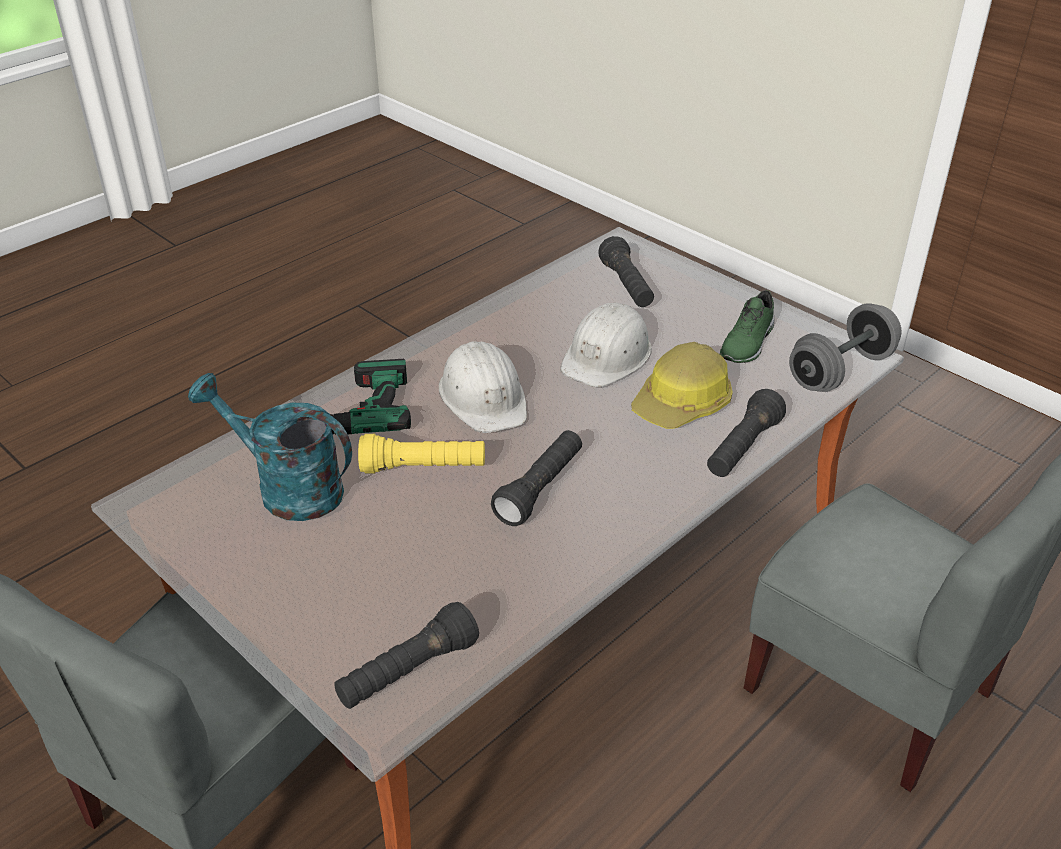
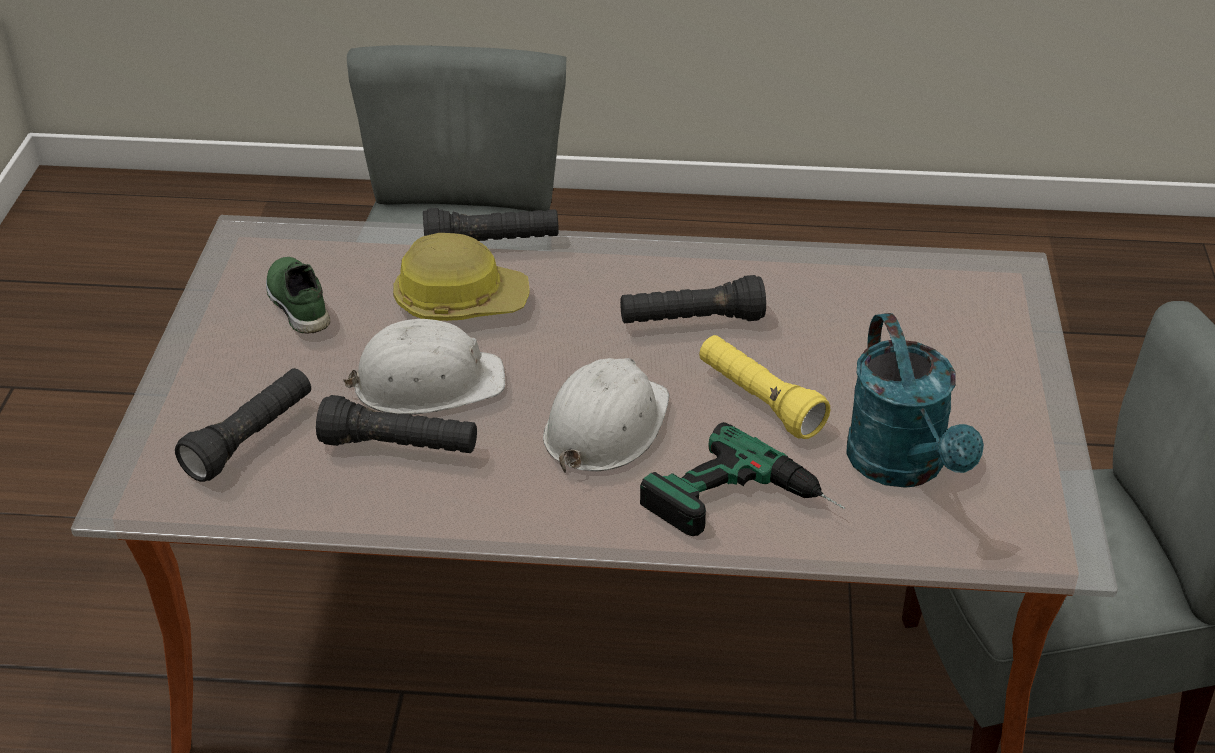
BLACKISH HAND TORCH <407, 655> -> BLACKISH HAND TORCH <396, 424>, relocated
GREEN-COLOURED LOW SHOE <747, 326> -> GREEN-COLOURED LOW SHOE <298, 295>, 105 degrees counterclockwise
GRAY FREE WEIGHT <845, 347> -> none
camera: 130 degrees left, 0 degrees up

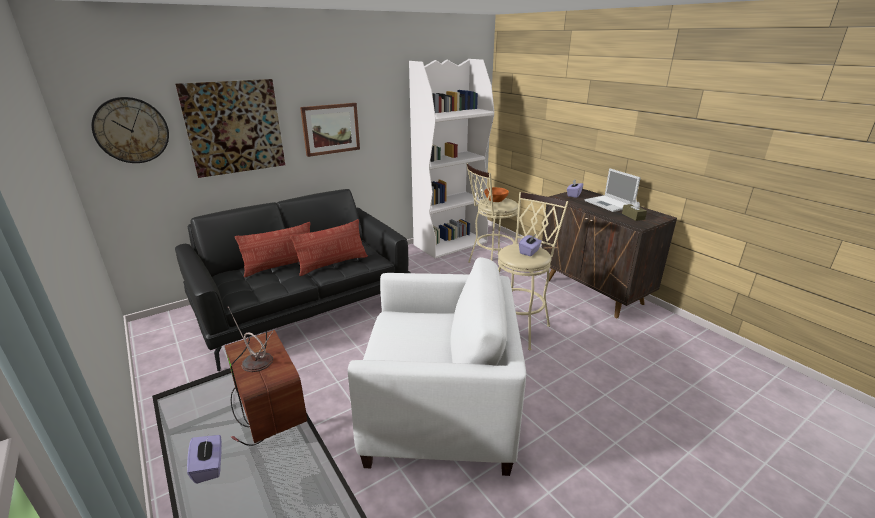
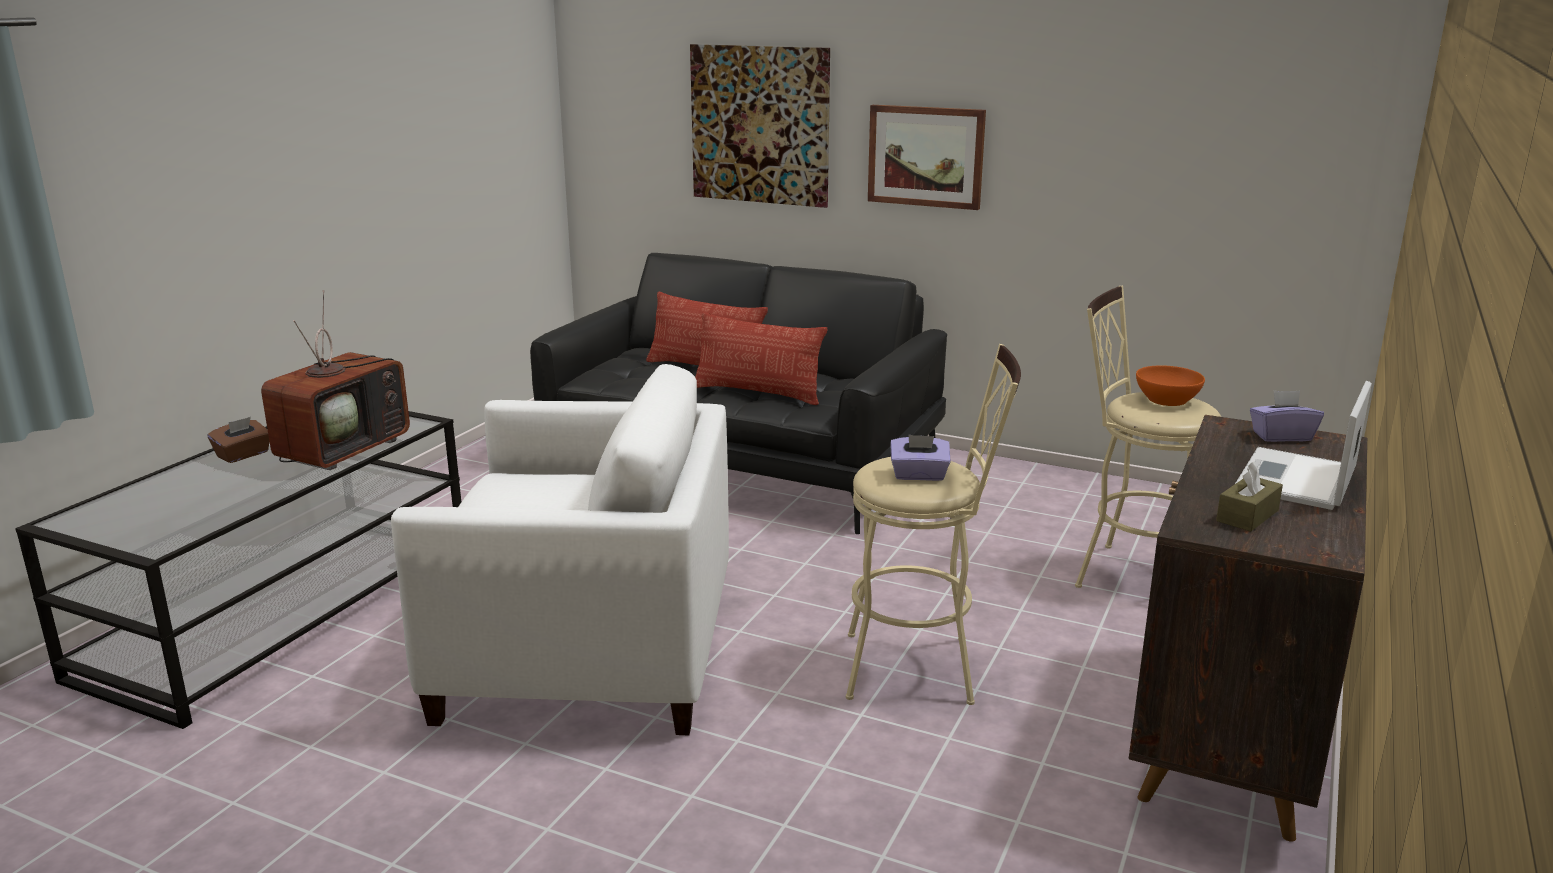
CLOCK ON THE WALL <130, 130> -> none
PURPLE-COLOURED TISSUE HOLDER <204, 459> -> BROWNISH TISSUE HOLDER <239, 440>
WHITE LOUNGE CHAIR <437, 366> -> WHITE LOUNGE CHAIR <560, 549>, 60 degrees counterclockwise
WHITE BOOKCASE <451, 158> -> none
camera: 60 degrees right, 5 degrees down

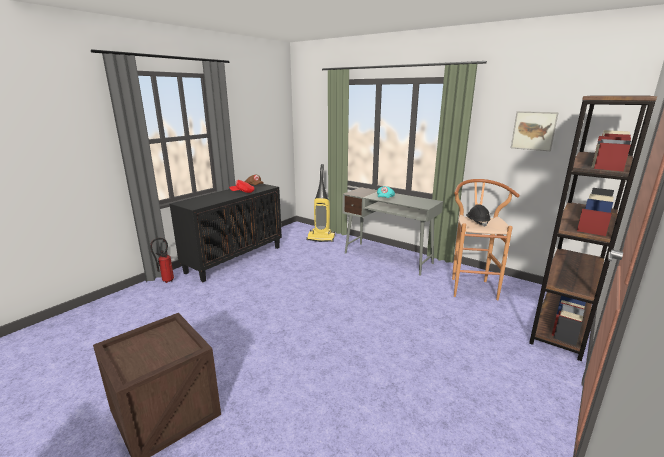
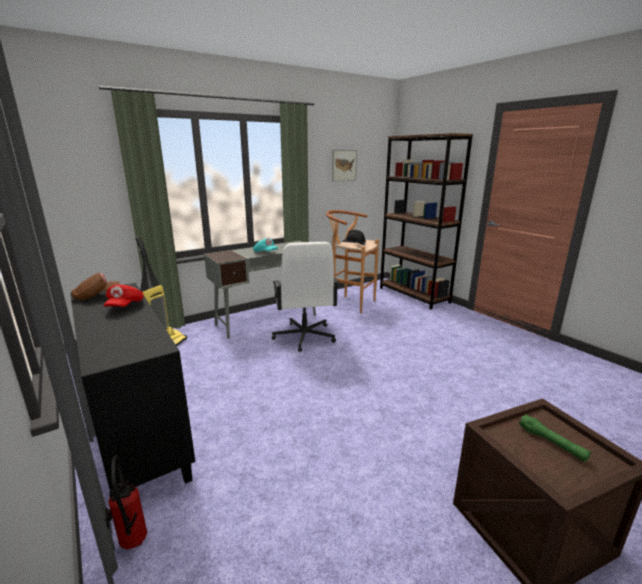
none -> WHITE COMPUTER CHAIR <305, 297>
none -> GREEN-COLOURED HAND TORCH <555, 438>
camera: 70 degrees left, 0 degrees up

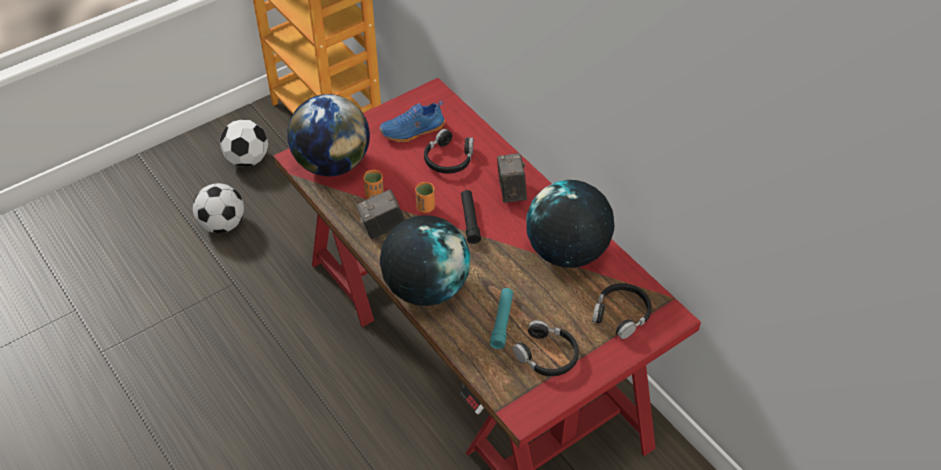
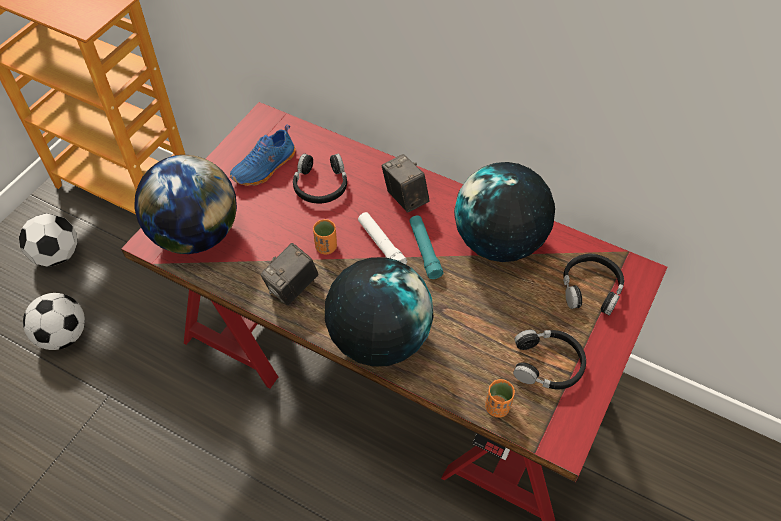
ORANGE-COLOURED DRINKING CUP <373, 184> -> ORANGE-COLOURED DRINKING CUP <500, 398>, relocated
BLACKISH HAND TORCH <471, 217> -> WHITE HAND TORCH <382, 238>
TURQUOISE HAND TORCH <501, 318> -> TURQUOISE HAND TORCH <426, 247>, relocated
camera: 25 degrees left, 5 degrees up

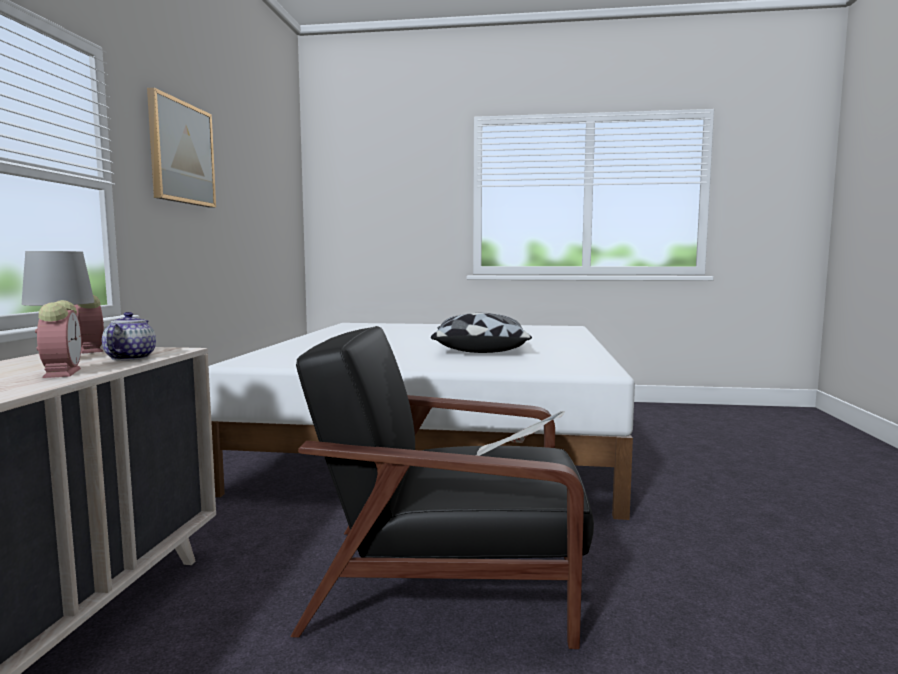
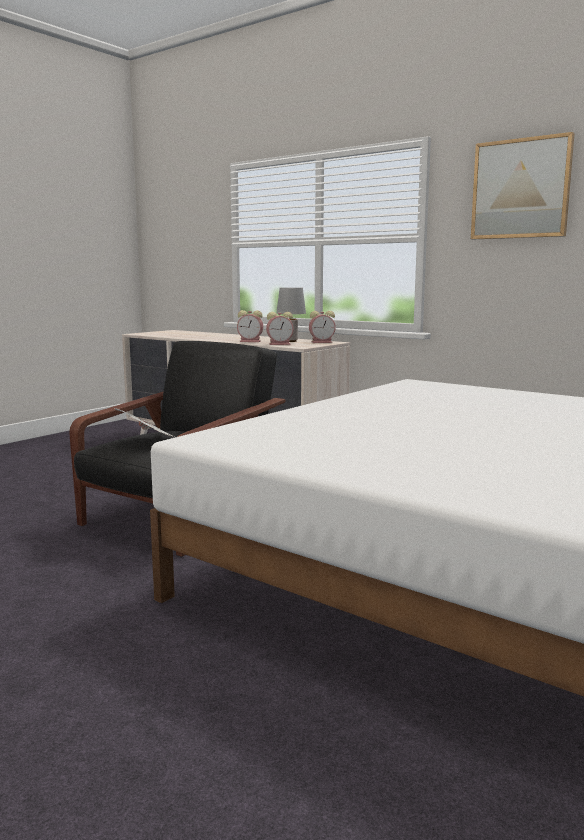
TEAPOT <129, 336> -> BEDSIDE CLOCK <280, 328>
PILLOW <481, 333> -> none
camera: 120 degrees right, 5 degrees up

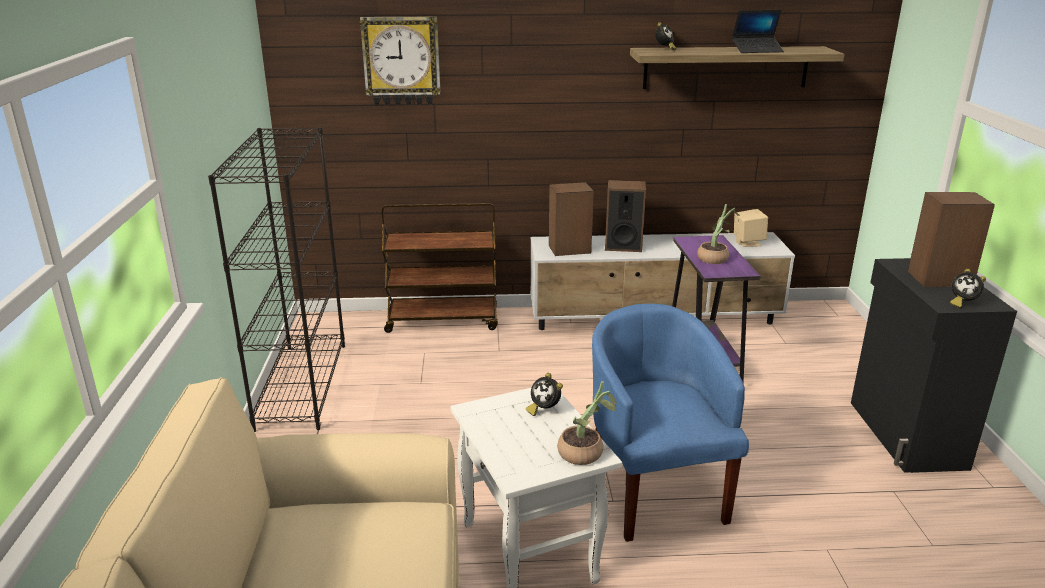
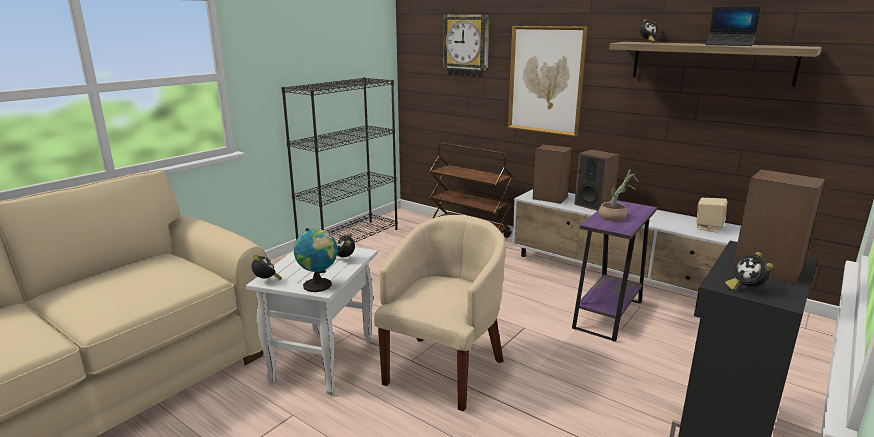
PLANT IN A POT <587, 423> -> WORLD GLOBE <316, 260>
BLUE-COLOURED LOUNGE CHAIR <670, 423> -> BEIGE-COLOURED LOUNGE CHAIR <440, 313>
none -> BEDSIDE CLOCK <267, 267>
none -> WALL ART <547, 81>
camera: 40 degrees right, 5 degrees down

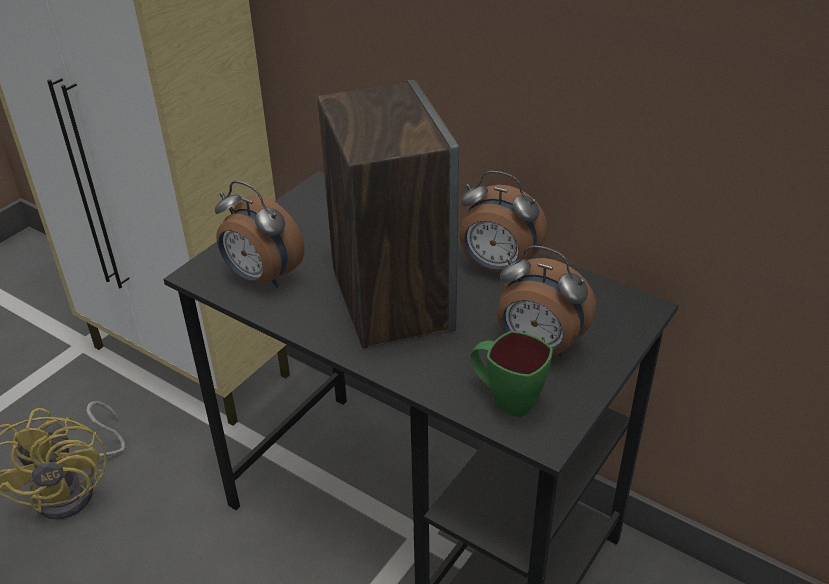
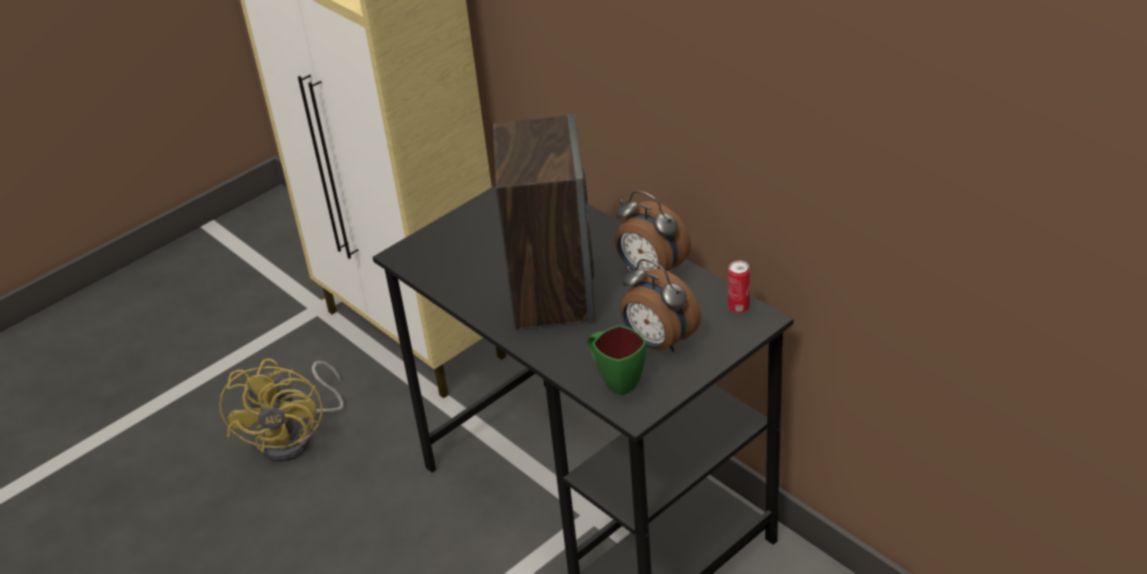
BEDSIDE CLOCK <259, 234> -> none
none -> CAN <739, 287>
camera: 15 degrees right, 0 degrees up

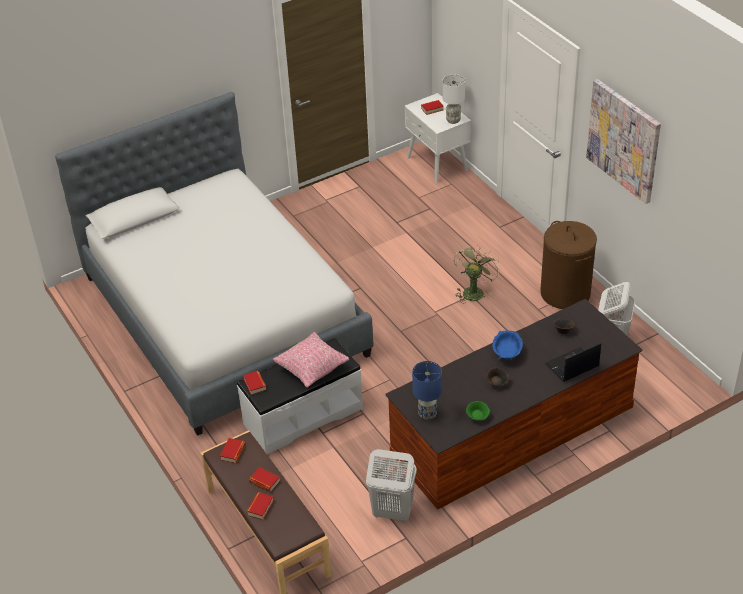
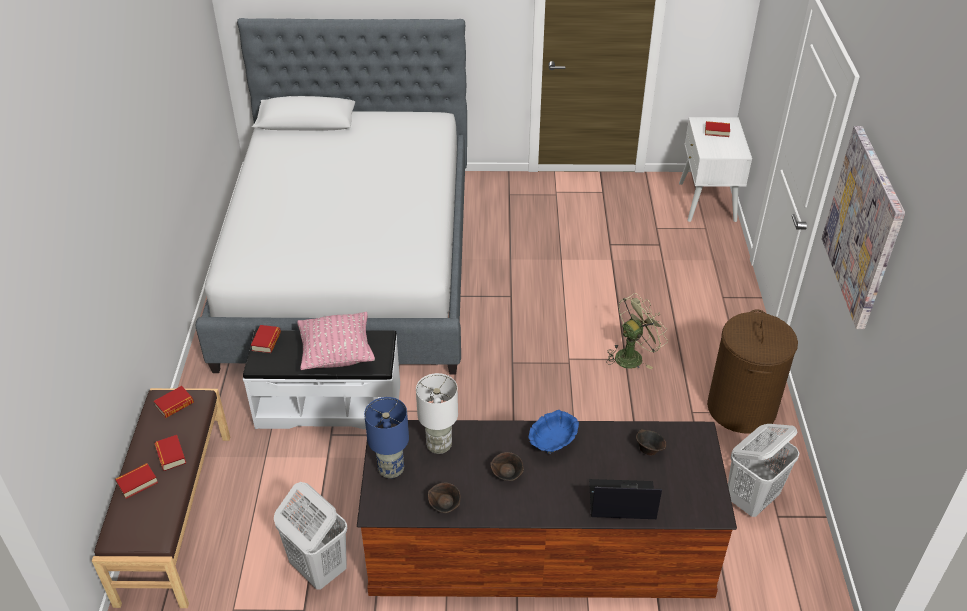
WHITE LAMP FOR A TABLE <453, 99> -> WHITE LAMP FOR A TABLE <437, 413>, relocated
GREEN-COLOURED BOWL <478, 410> -> BROWNISH BOWL <444, 497>
camera: 30 degrees right, 0 degrees up

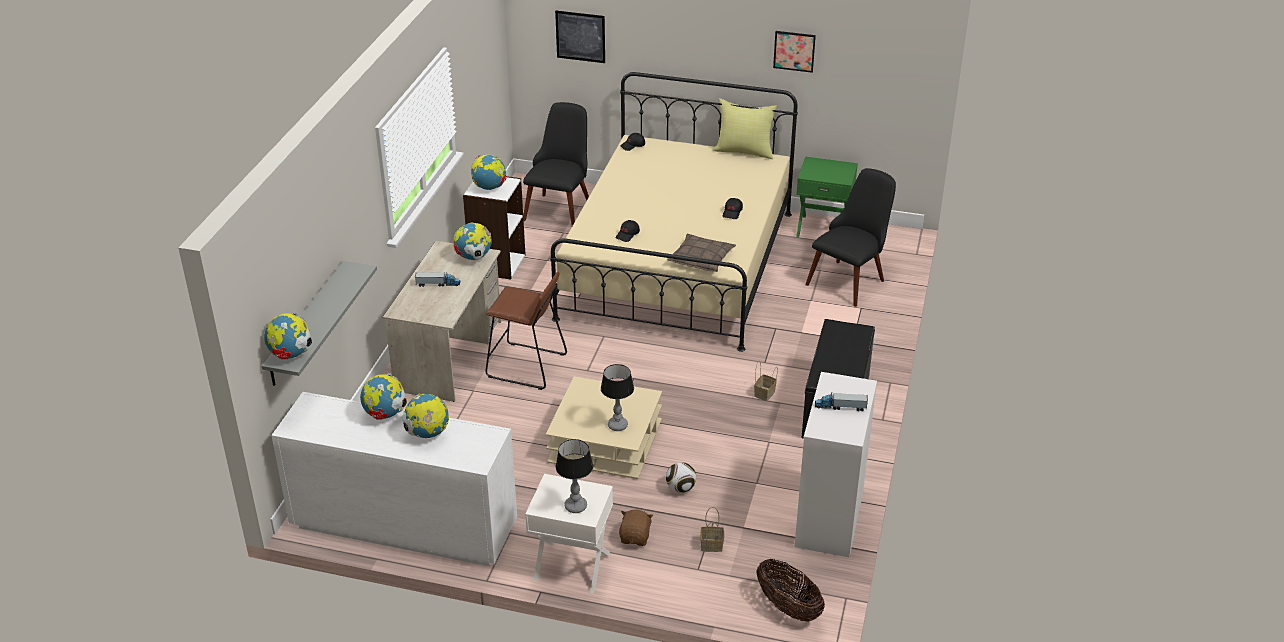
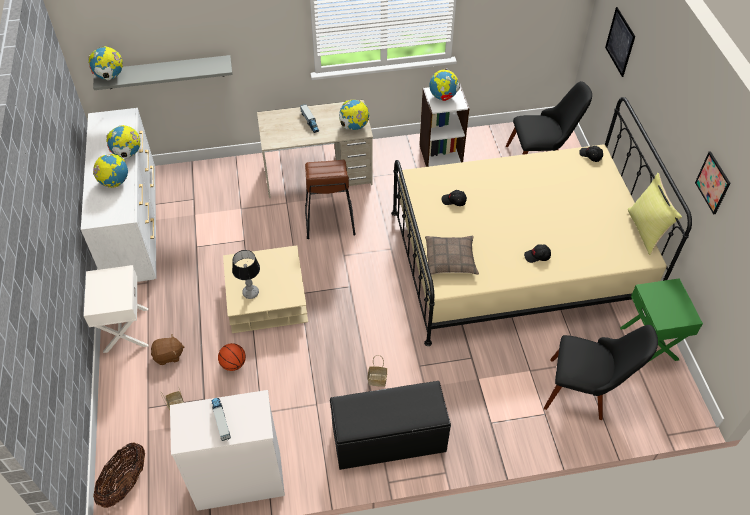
LAMP FOR A TABLE <574, 476> -> none
FOOTBALL <681, 477> -> BALL FOR BASKETBALL <232, 357>
camera: 65 degrees right, 15 degrees up

